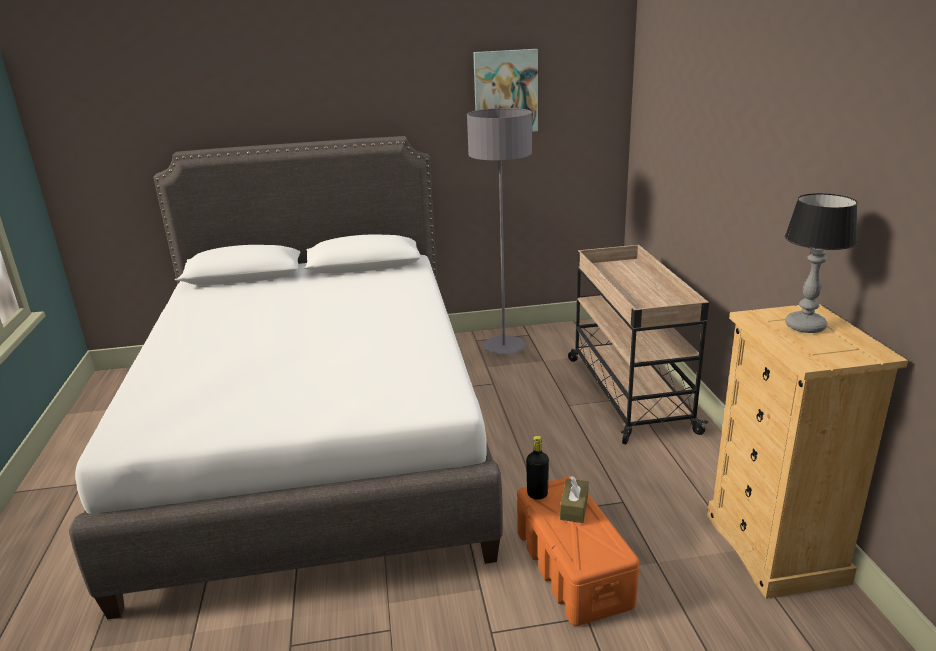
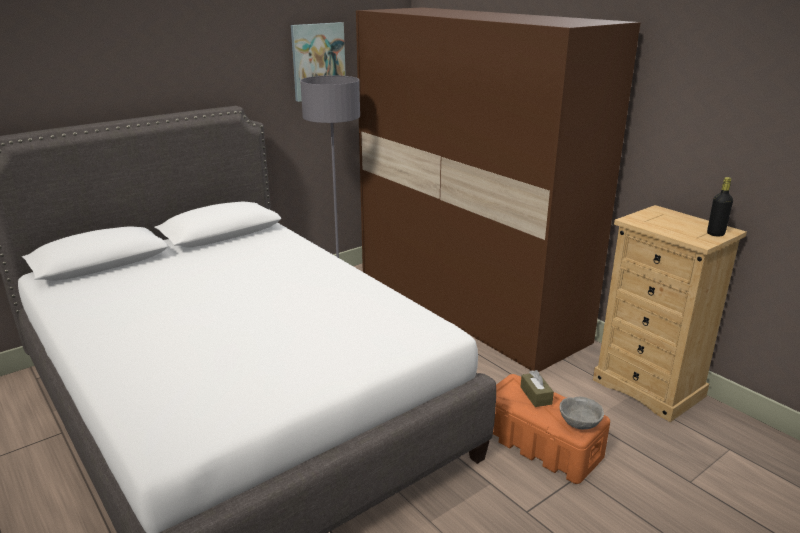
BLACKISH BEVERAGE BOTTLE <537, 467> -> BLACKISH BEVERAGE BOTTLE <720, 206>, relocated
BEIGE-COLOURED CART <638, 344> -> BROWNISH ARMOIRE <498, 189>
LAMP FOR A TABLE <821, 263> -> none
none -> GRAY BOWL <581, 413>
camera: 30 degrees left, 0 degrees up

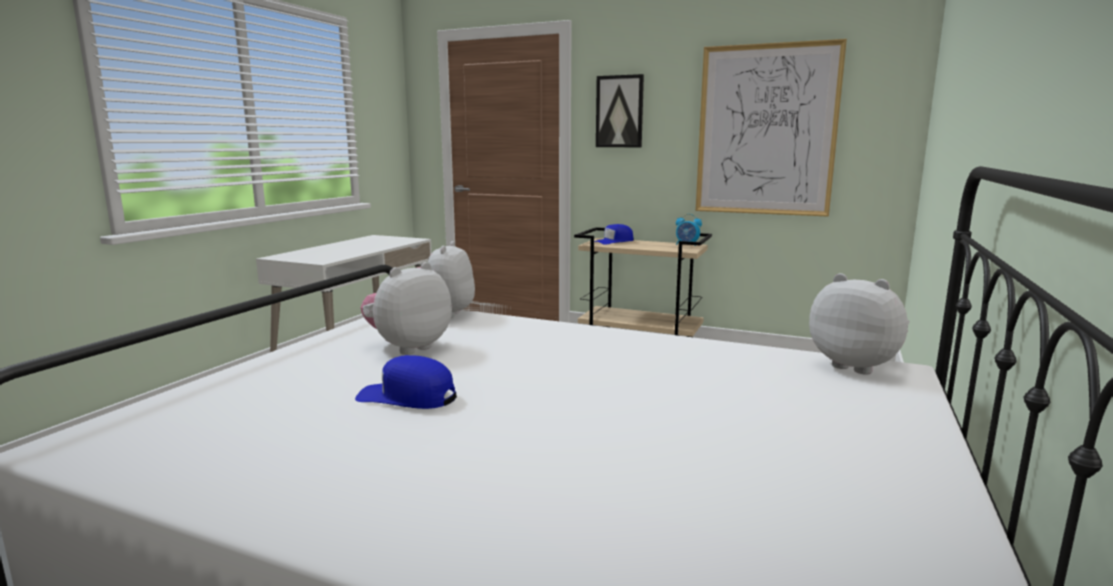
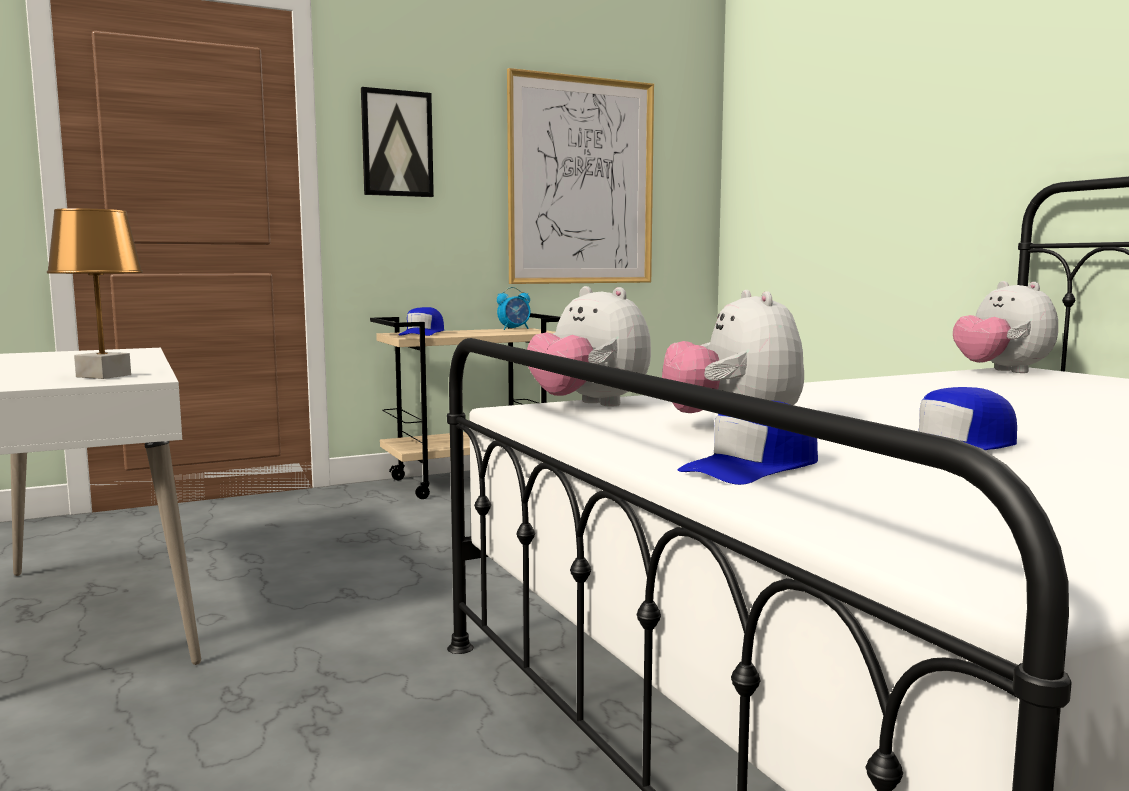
PLUSH TOY <859, 324> -> PLUSH TOY <1005, 327>, 105 degrees counterclockwise
none -> BROWNISH LAMP FOR A TABLE <95, 293>
none -> BLUE-COLOURED BASEBALL CAP <748, 442>
camera: 50 degrees left, 5 degrees down

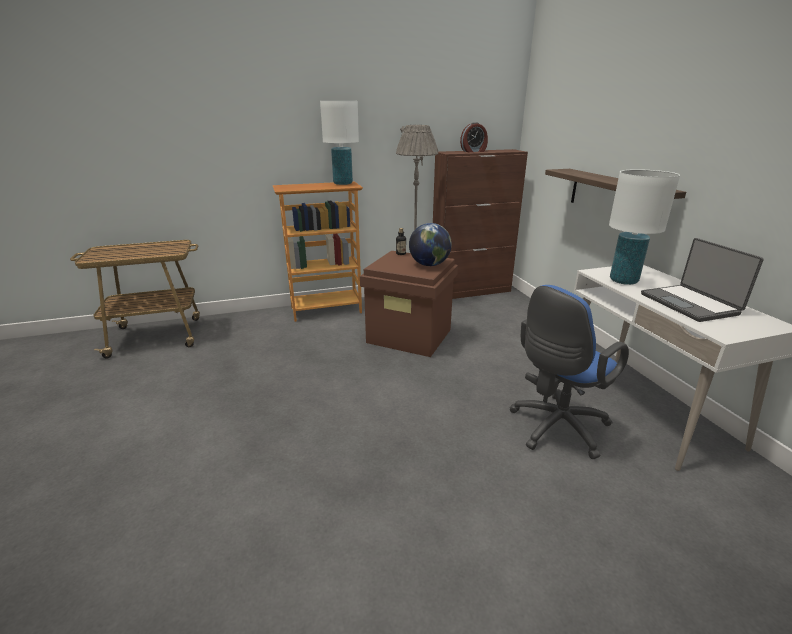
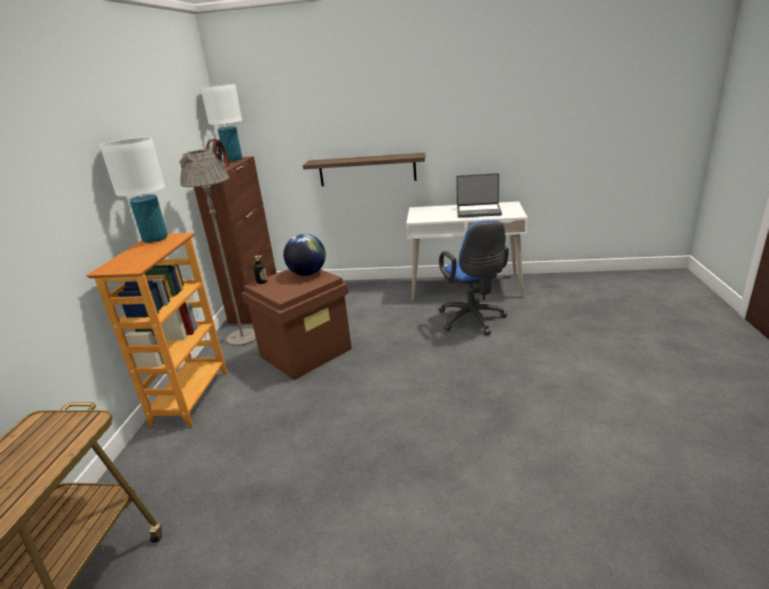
WHITE LAMP FOR A TABLE <644, 227> -> WHITE LAMP FOR A TABLE <221, 122>, relocated
camera: 65 degrees left, 0 degrees up

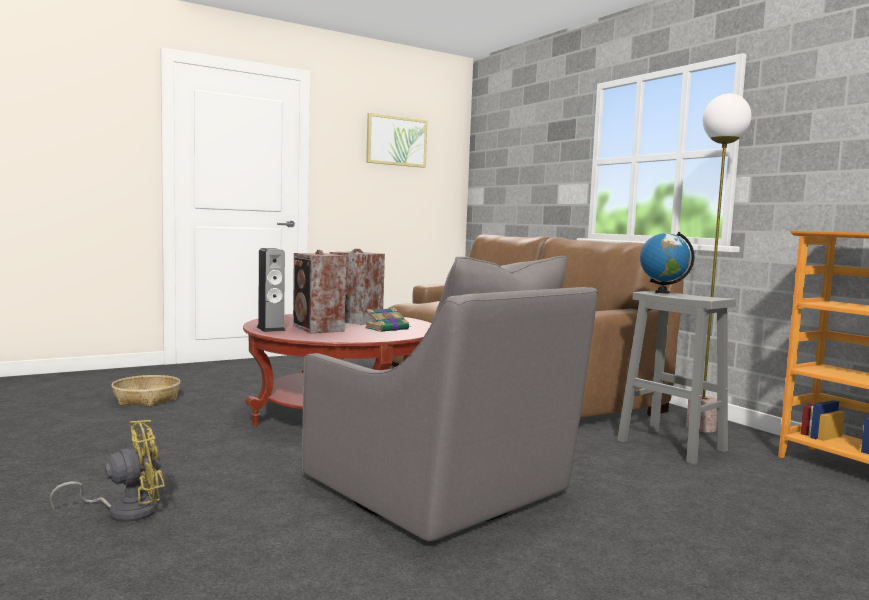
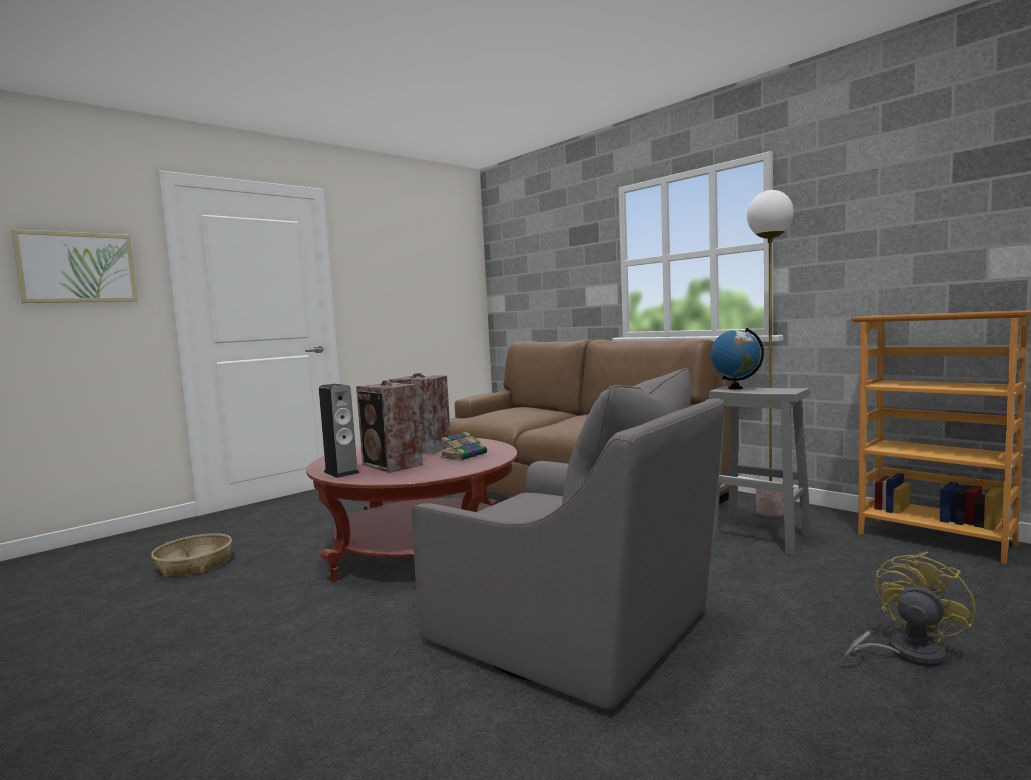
YELLOWISH ELECTRIC FAN <107, 471> -> YELLOWISH ELECTRIC FAN <908, 609>, relocated
WALL ART <396, 140> -> WALL ART <74, 266>, relocated
camera: 10 degrees left, 0 degrees up

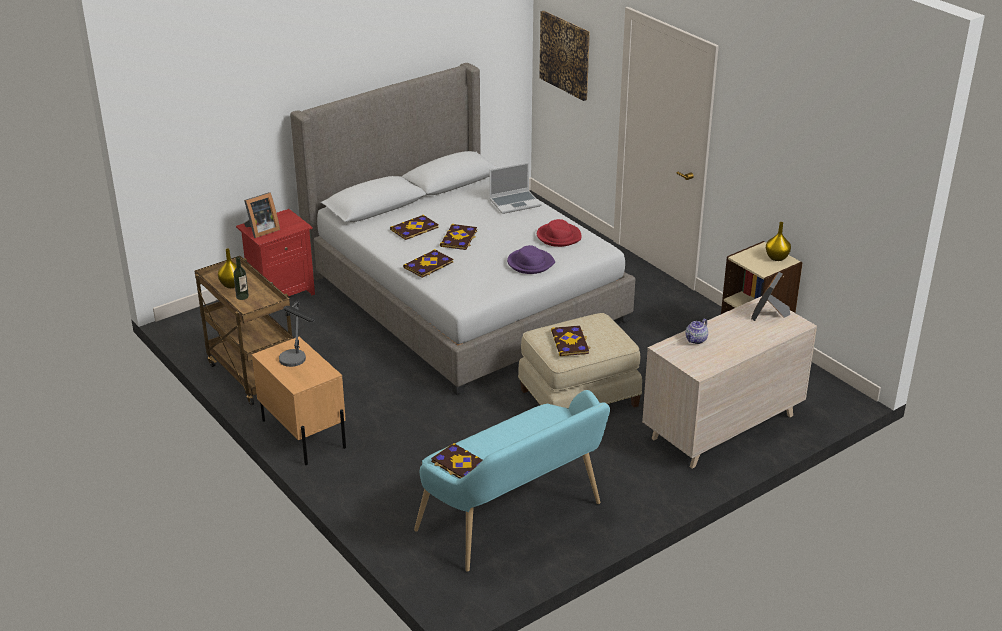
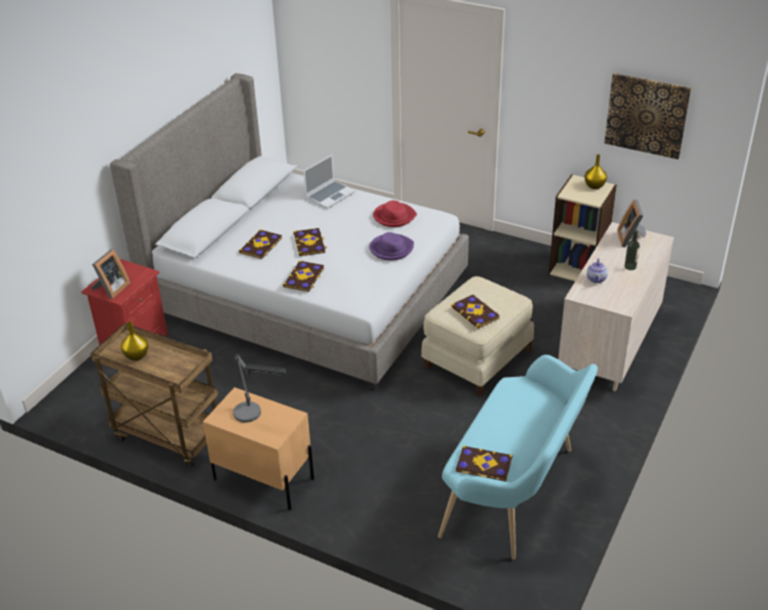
BEVERAGE BOTTLE <241, 278> -> BEVERAGE BOTTLE <632, 250>, relocated
WALL ART <564, 56> -> WALL ART <648, 116>, relocated
camera: 25 degrees left, 5 degrees up

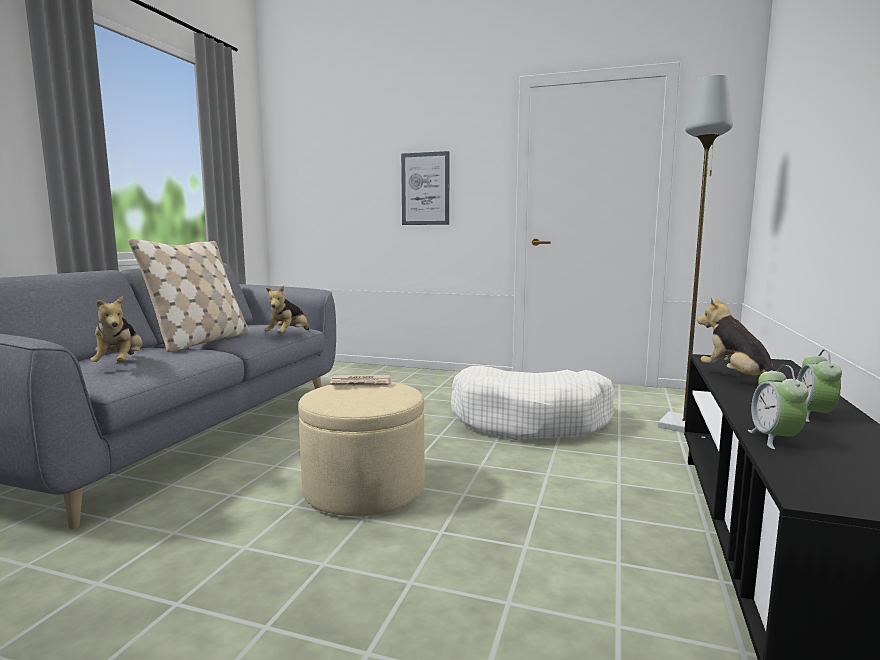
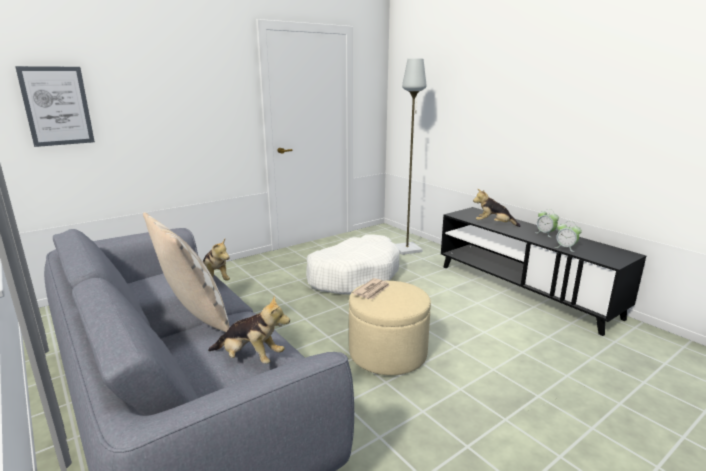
WALL ART <425, 188> -> WALL ART <55, 106>, relocated
camera: 55 degrees left, 10 degrees up

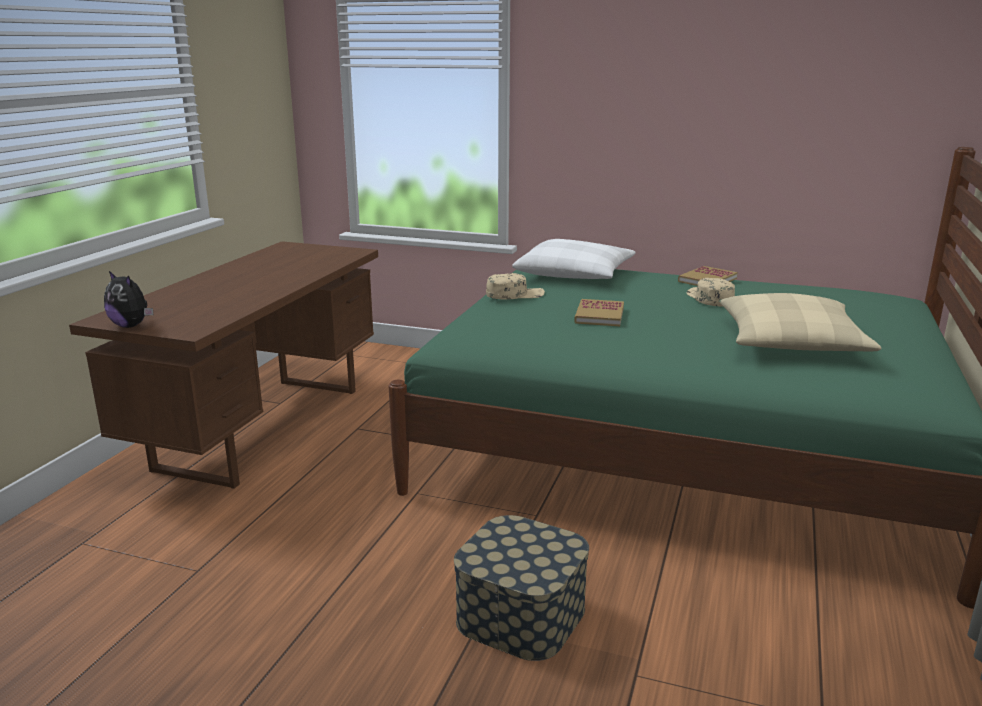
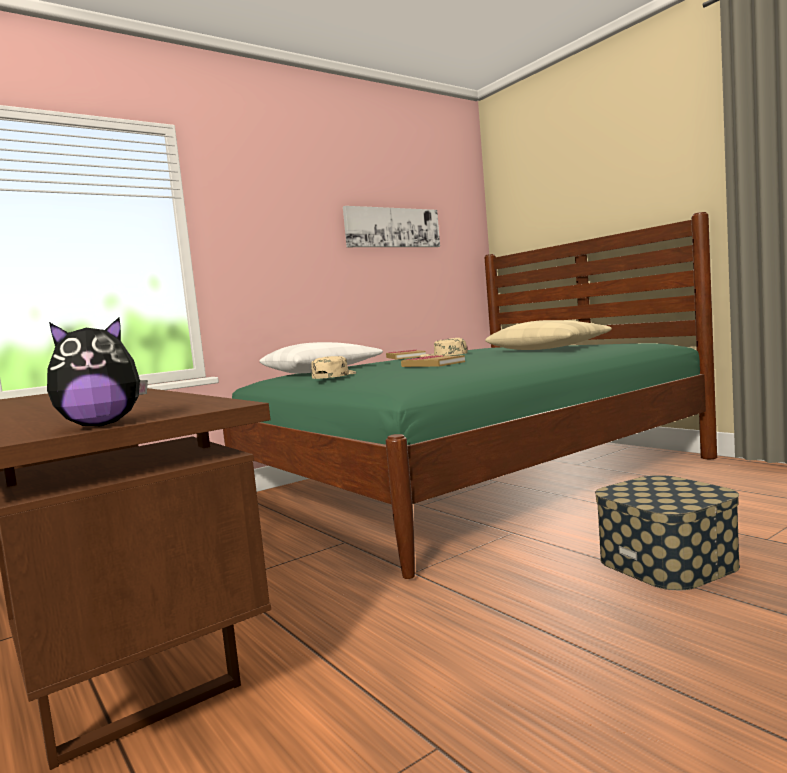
none -> WALL ART <391, 226>
camera: 55 degrees left, 15 degrees down

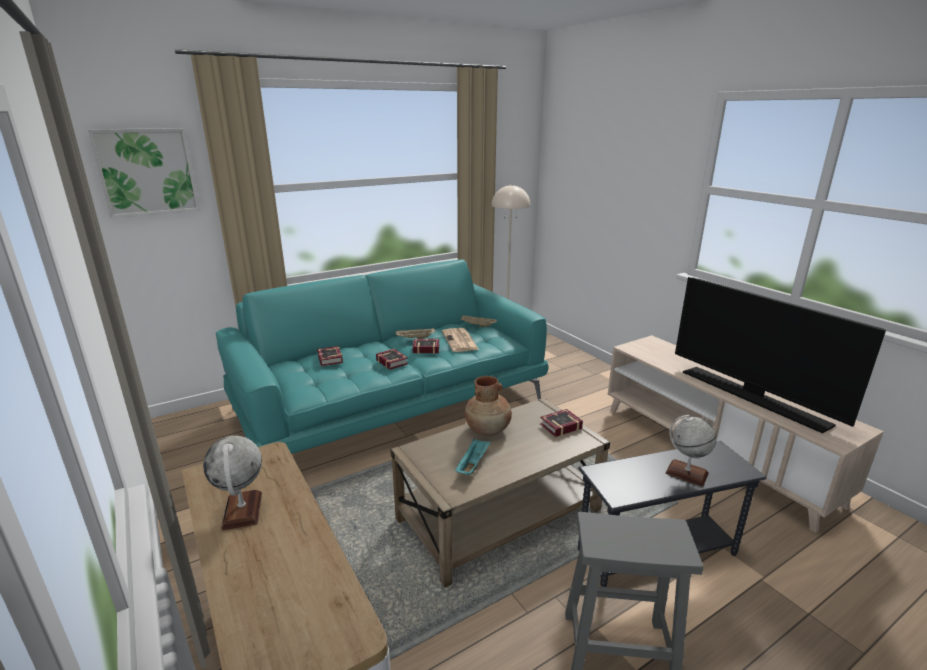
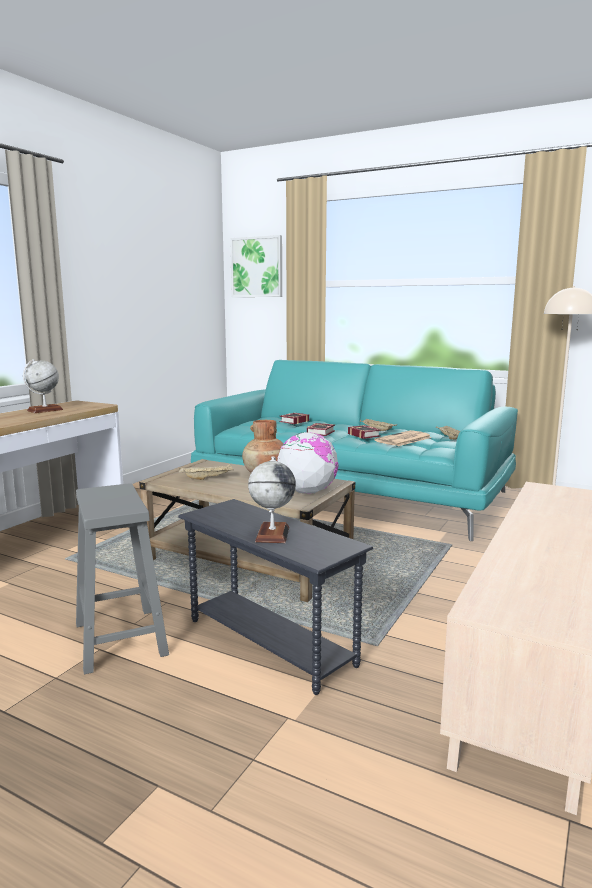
TURQUOISE CARRYING TRAY <473, 456> -> BEIGE-COLOURED CARRYING TRAY <206, 472>
VOLUME <561, 423> -> WORLD GLOBE <307, 463>
TELEVISION <780, 355> -> none
camera: 60 degrees right, 10 degrees down

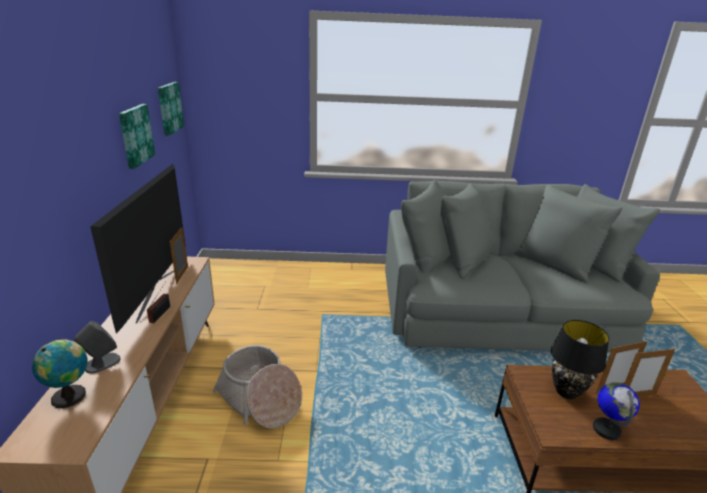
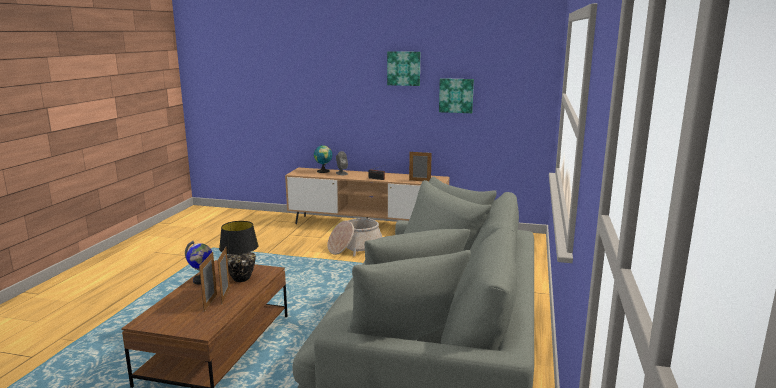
TELEVISION <138, 248> -> none
WALL ART <171, 109> -> WALL ART <403, 68>, relocated
camera: 105 degrees right, 10 degrees down

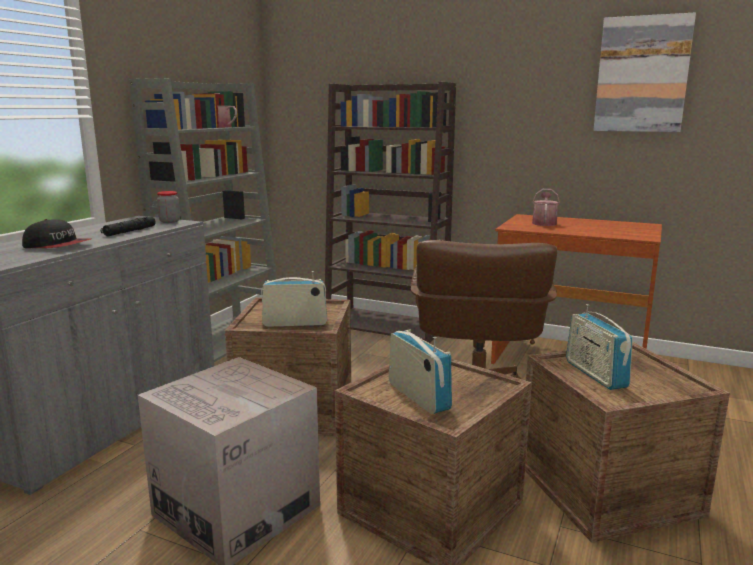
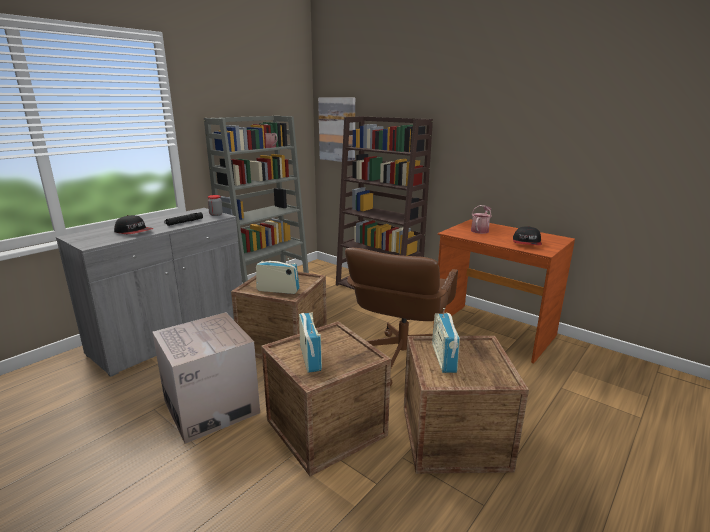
WALL ART <644, 72> -> WALL ART <336, 129>, relocated
none -> BASEBALL CAP <527, 235>
camera: 15 degrees right, 5 degrees up

